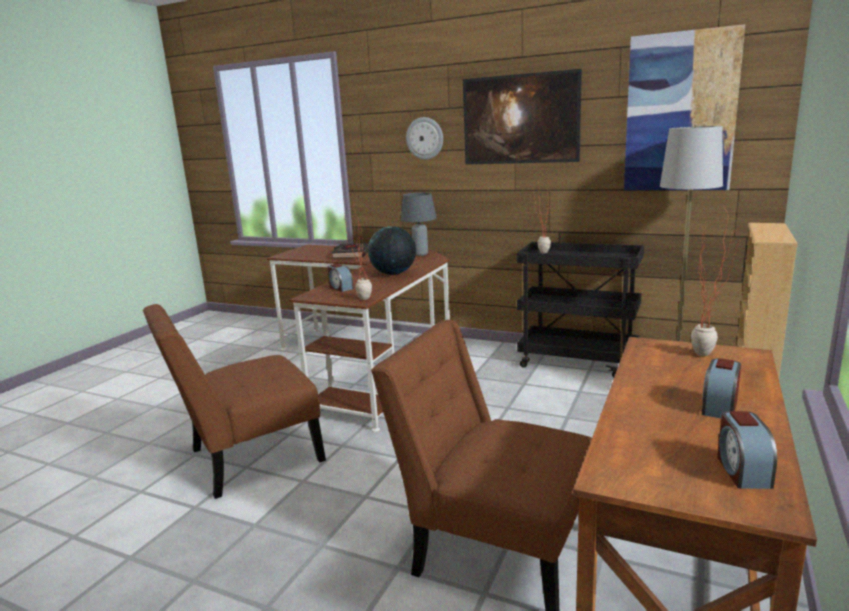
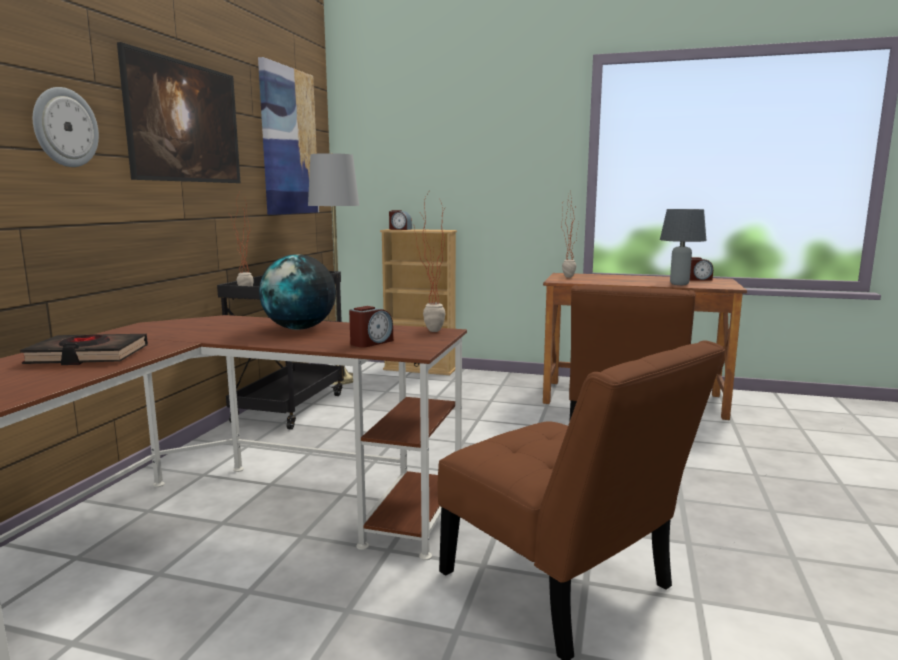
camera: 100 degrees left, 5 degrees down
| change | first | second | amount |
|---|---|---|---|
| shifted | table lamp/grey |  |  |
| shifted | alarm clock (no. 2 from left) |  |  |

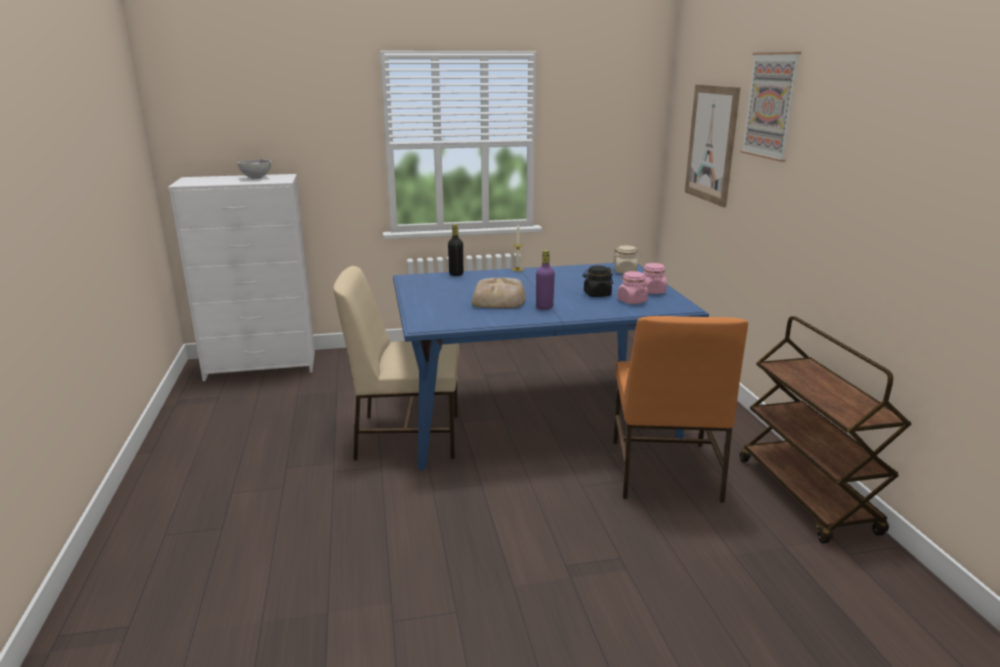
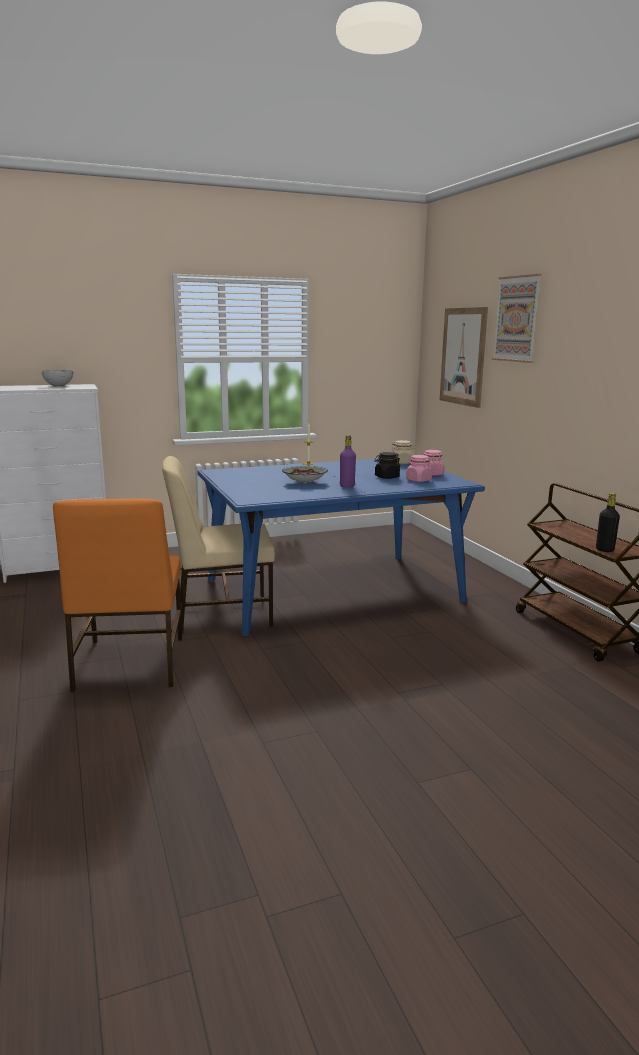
camera: 10 degrees left, 5 degrees down
| change | first | second | amount |
|---|---|---|---|
| shifted | bottle/black |  |  |
| shifted | chair/orange |  |  |
| swapped | bread | bowl (no. 2 from left) |  |

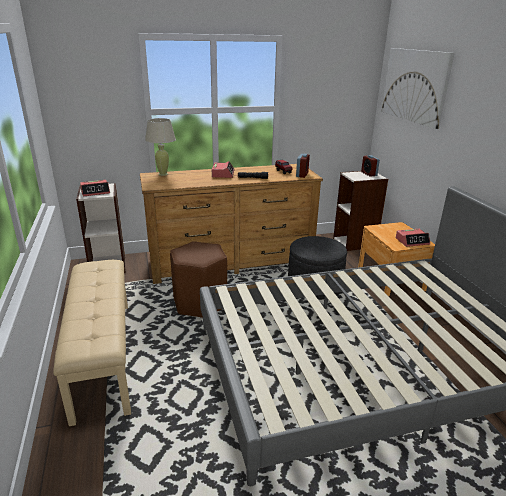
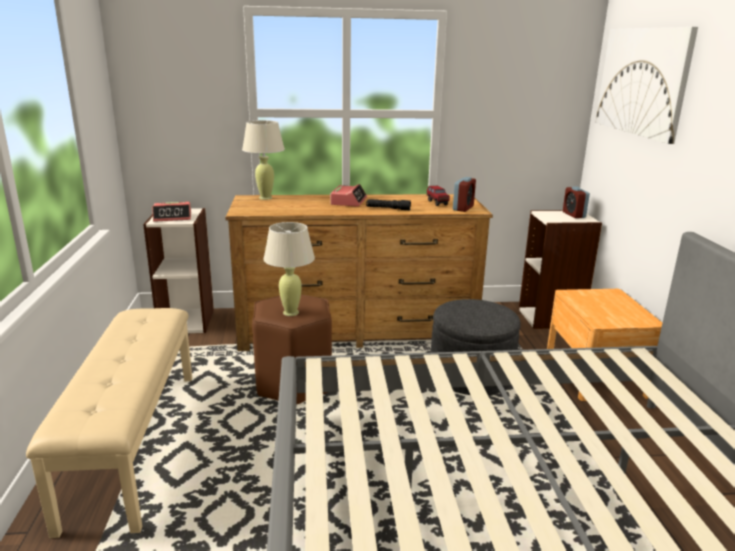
camera: 10 degrees right, 5 degrees down
| change | first | second | amount |
|---|---|---|---|
| gone | alarm clock (no. 5 from left) |  |  |
| new |  | table lamp/beige (no. 2 from left) |  |

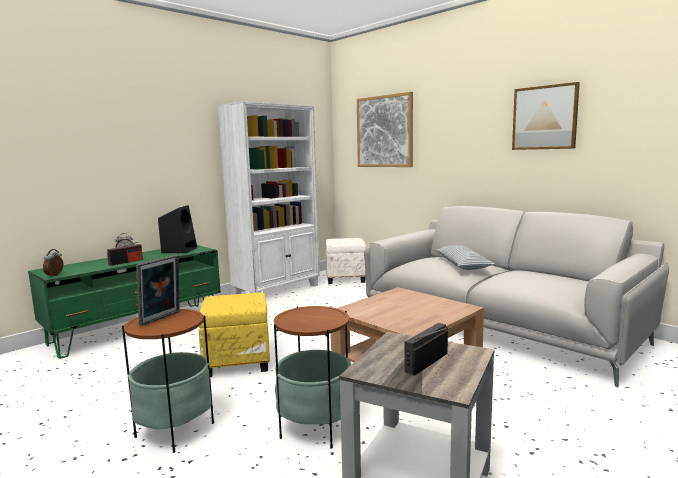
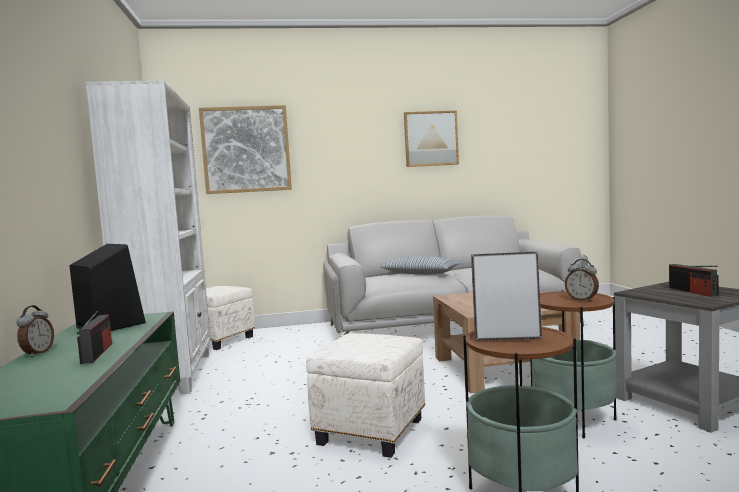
camera: 55 degrees left, 5 degrees down
| change | first | second | amount |
|---|---|---|---|
| shifted | alarm clock (no. 1 from left in the first image) | alarm clock (no. 2 from left) |  |
| repainted | ottoman/yellow | ottoman/white (no. 2 from left) |  |
| rotated | picture frame |  | 60 degrees counterclockwise |

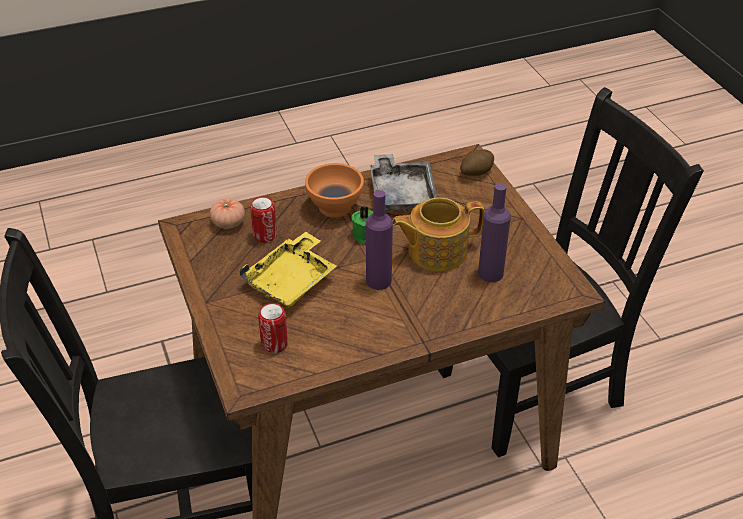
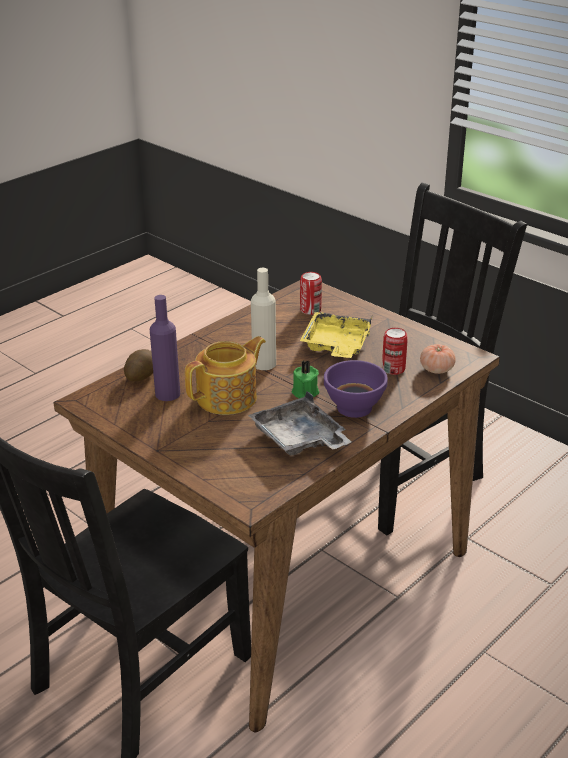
camera: 155 degrees right, 10 degrees down
| change | first | second | amount |
|---|---|---|---|
| shifted | potato |  |  |
| repainted | bowl/orange | bowl/purple |  |
| repainted | bottle/purple (no. 1 from left) | bottle/beige |  |

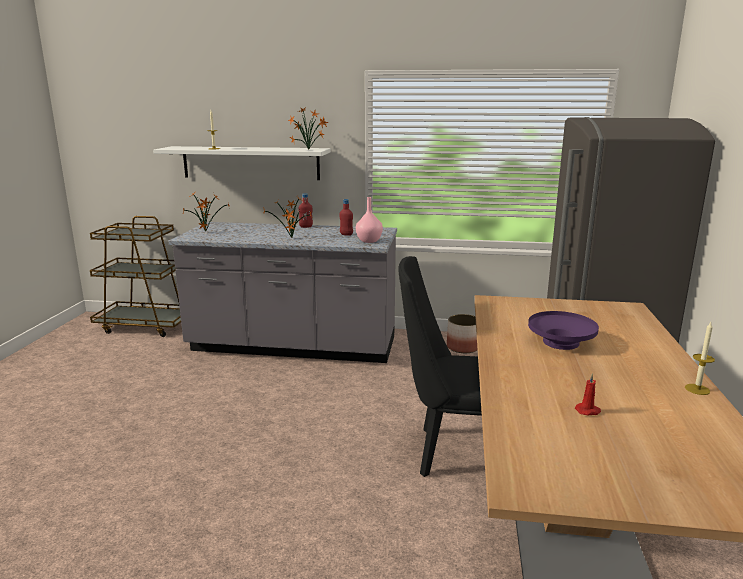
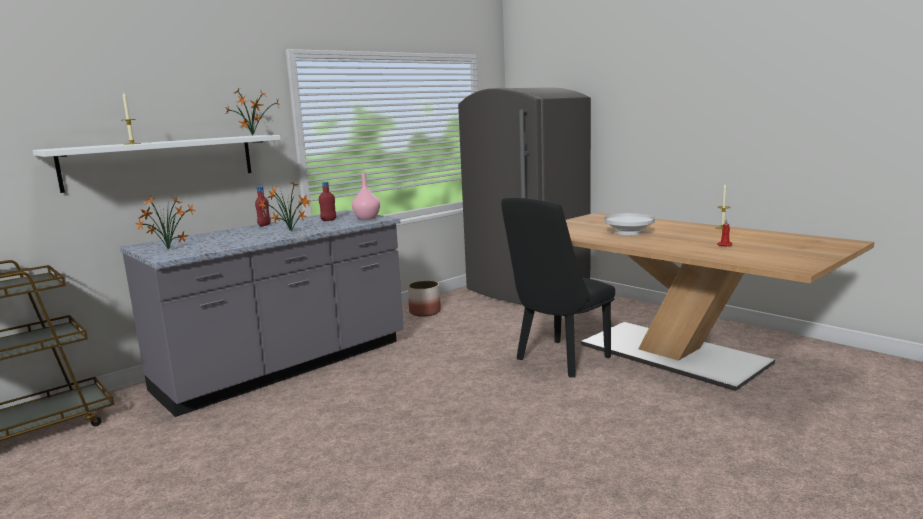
camera: 50 degrees left, 5 degrees down
| change | first | second | amount |
|---|---|---|---|
| repainted | bowl/purple | bowl/white |  |

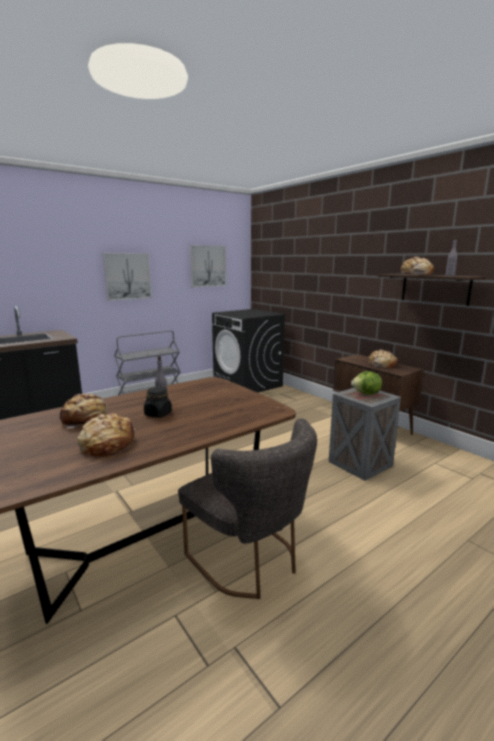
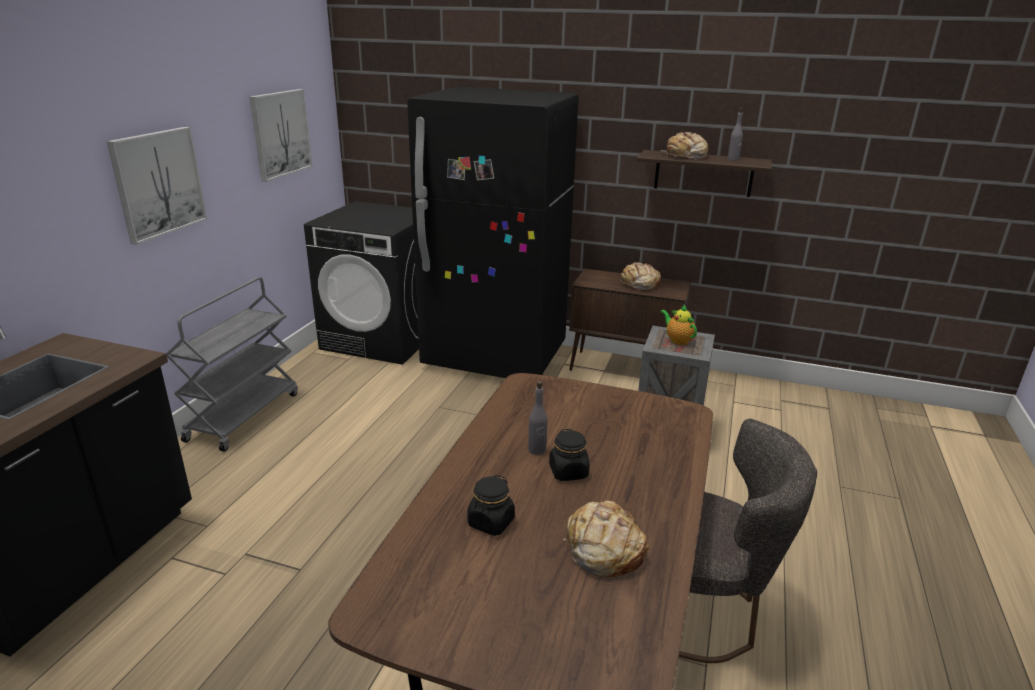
camera: 35 degrees left, 10 degrees up
| change | first | second | amount |
|---|---|---|---|
| new |  | fridge/black |  |
| swapped | bread (no. 1 from left) | jar/black (no. 1 from left) |  |
| swapped | lettuce | teapot |  |

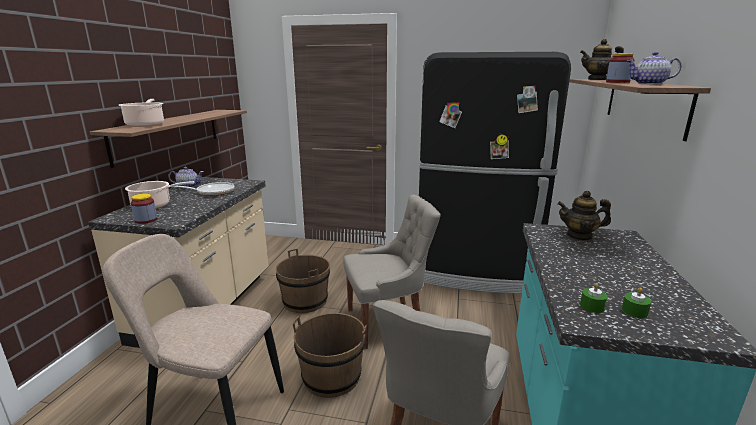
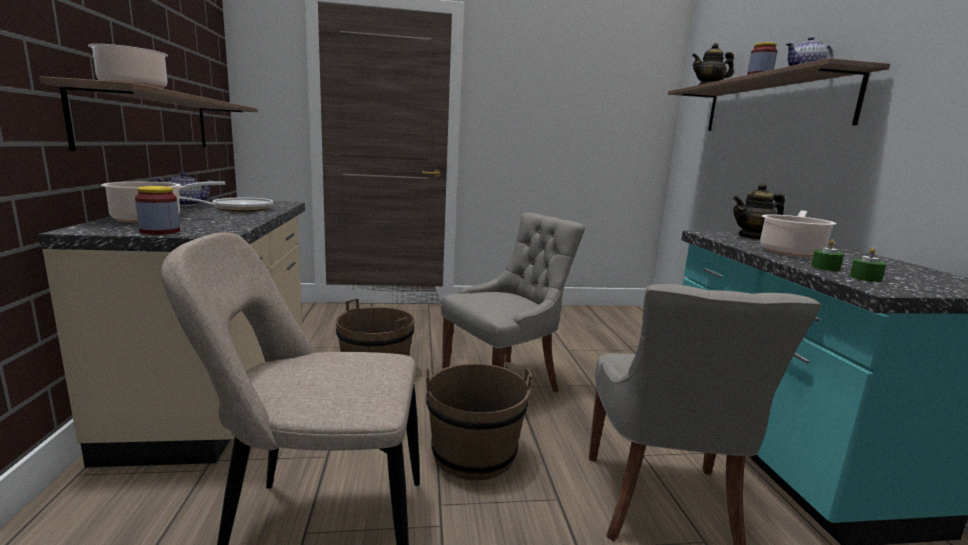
camera: 20 degrees left, 5 degrees down
| change | first | second | amount |
|---|---|---|---|
| gone | fridge/black |  |  |
| new |  | cooking pot (no. 3 from left) |  |
| shifted | candle/green (no. 2 from left in the first image) | candle/green (no. 1 from left) |  |

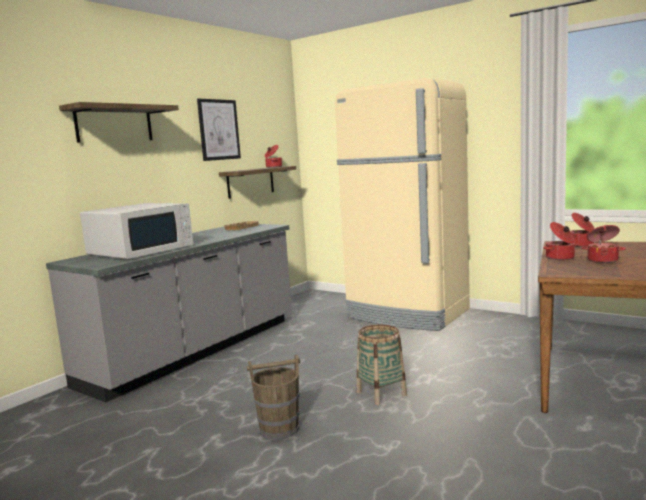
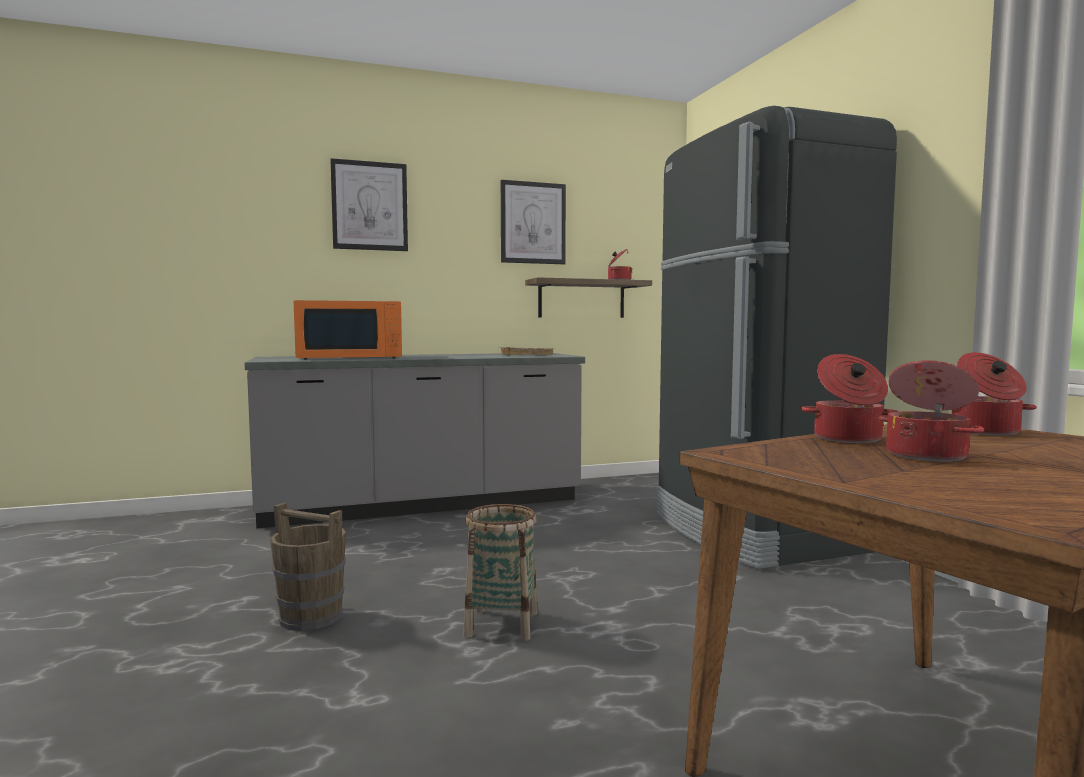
camera: 35 degrees right, 5 degrees down
| change | first | second | amount |
|---|---|---|---|
| swapped | shelf (no. 1 from left) | picture (no. 1 from left) |  |
| repainted | microwave/white | microwave/orange |  |
| repainted | fridge/beige | fridge/black |  |

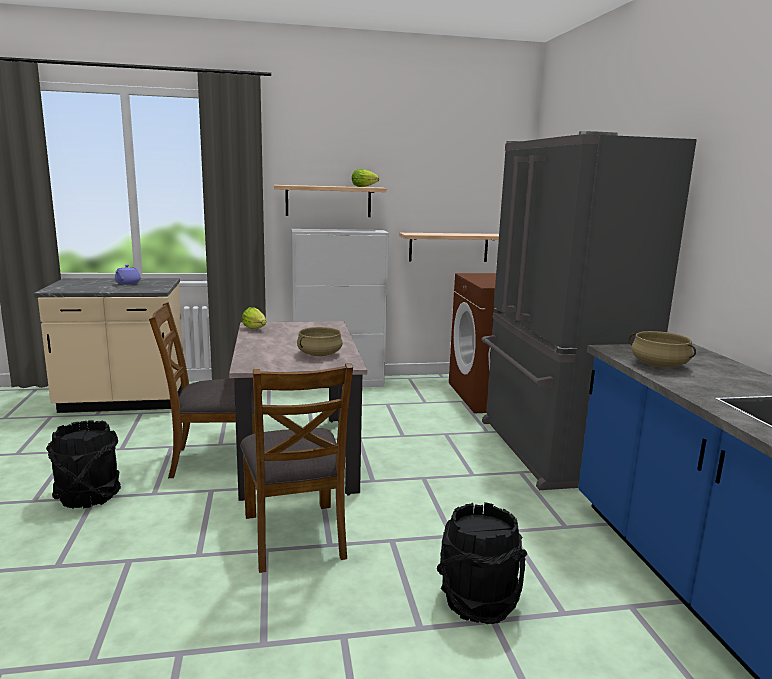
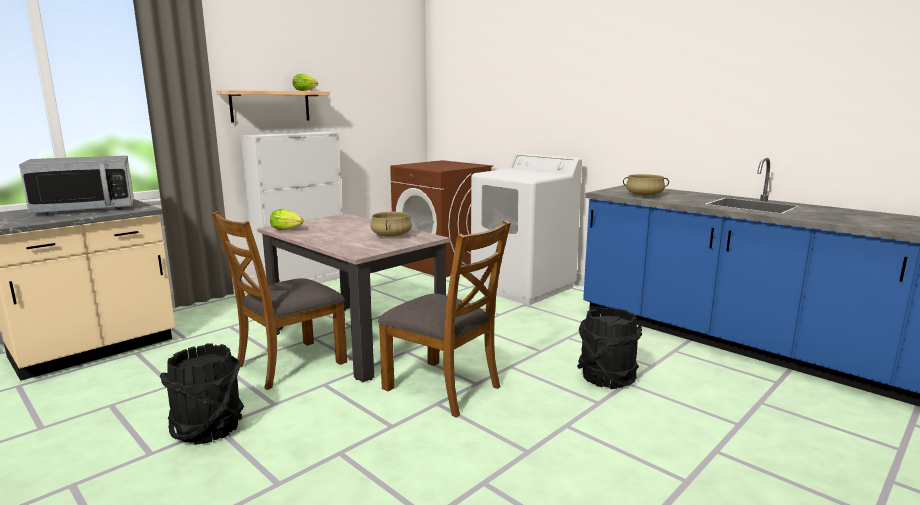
camera: 35 degrees left, 0 degrees up
| change | first | second | amount |
|---|---|---|---|
| gone | shelf (no. 2 from left) |  |  |
| swapped | teapot/purple | microwave |  |
| swapped | fridge/grey | washing machine/white |  |

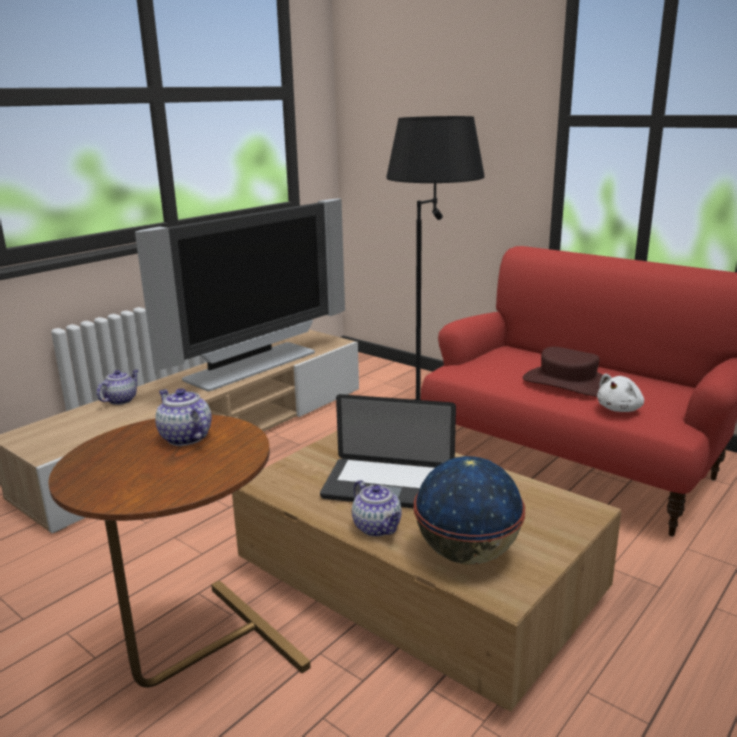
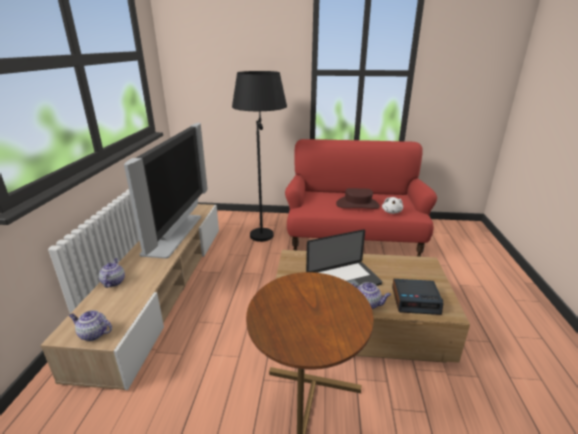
camera: 35 degrees left, 5 degrees up
| change | first | second | amount |
|---|---|---|---|
| shifted | teapot (no. 2 from left in the first image) | teapot (no. 1 from left) |  |
| swapped | globe | alarm clock |  |

